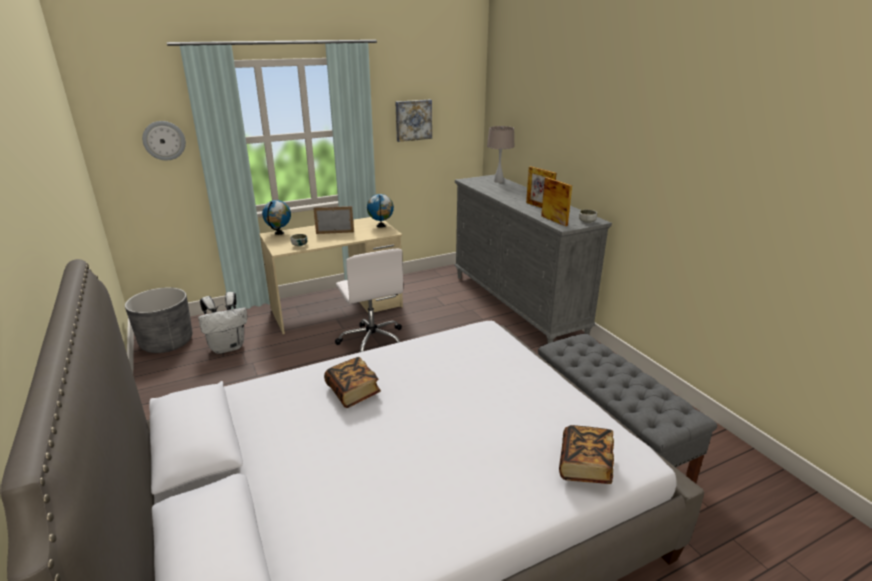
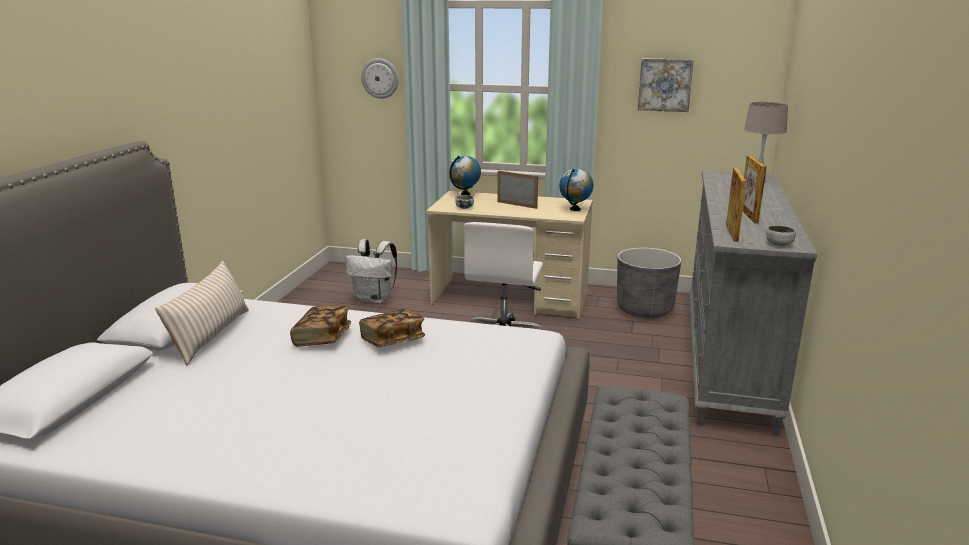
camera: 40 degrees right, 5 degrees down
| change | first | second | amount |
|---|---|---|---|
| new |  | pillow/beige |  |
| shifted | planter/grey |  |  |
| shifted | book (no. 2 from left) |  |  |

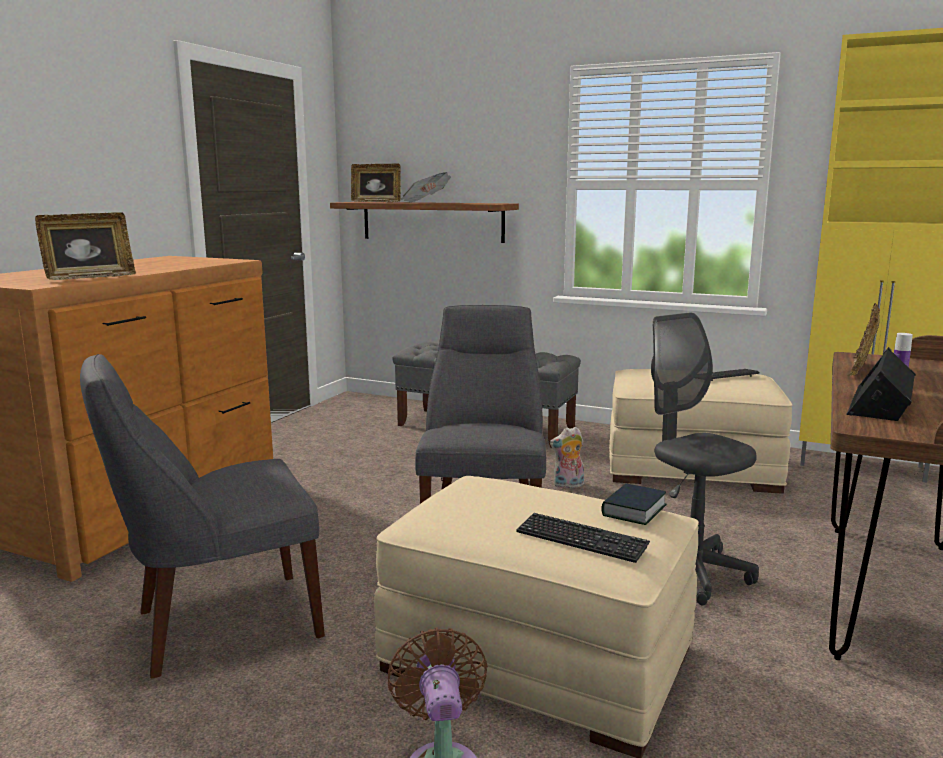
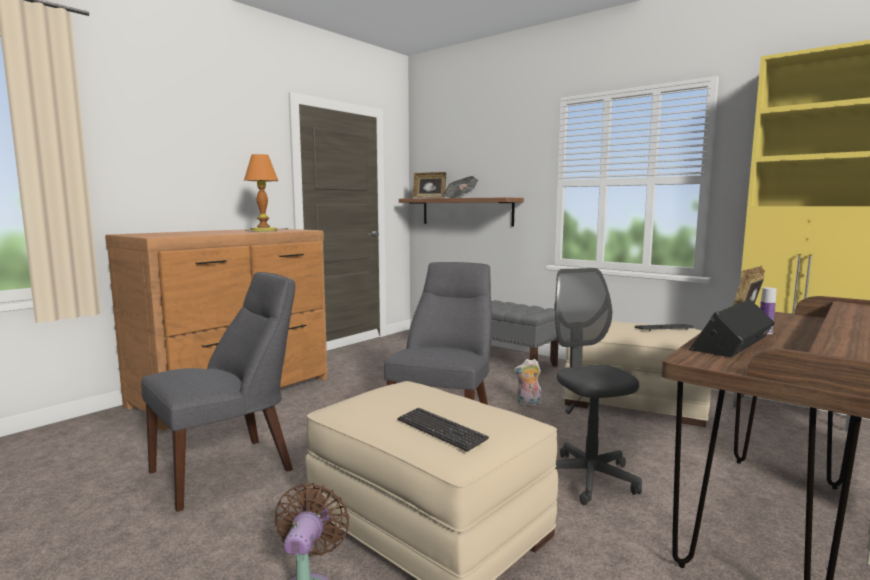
camera: 15 degrees right, 5 degrees down
| change | first | second | amount |
|---|---|---|---|
| gone | picture frame (no. 1 from left) |  |  |
| gone | book |  |  |
| new |  | table lamp |  |
| rotated | chair/grey (no. 1 from left) |  | 150 degrees clockwise |

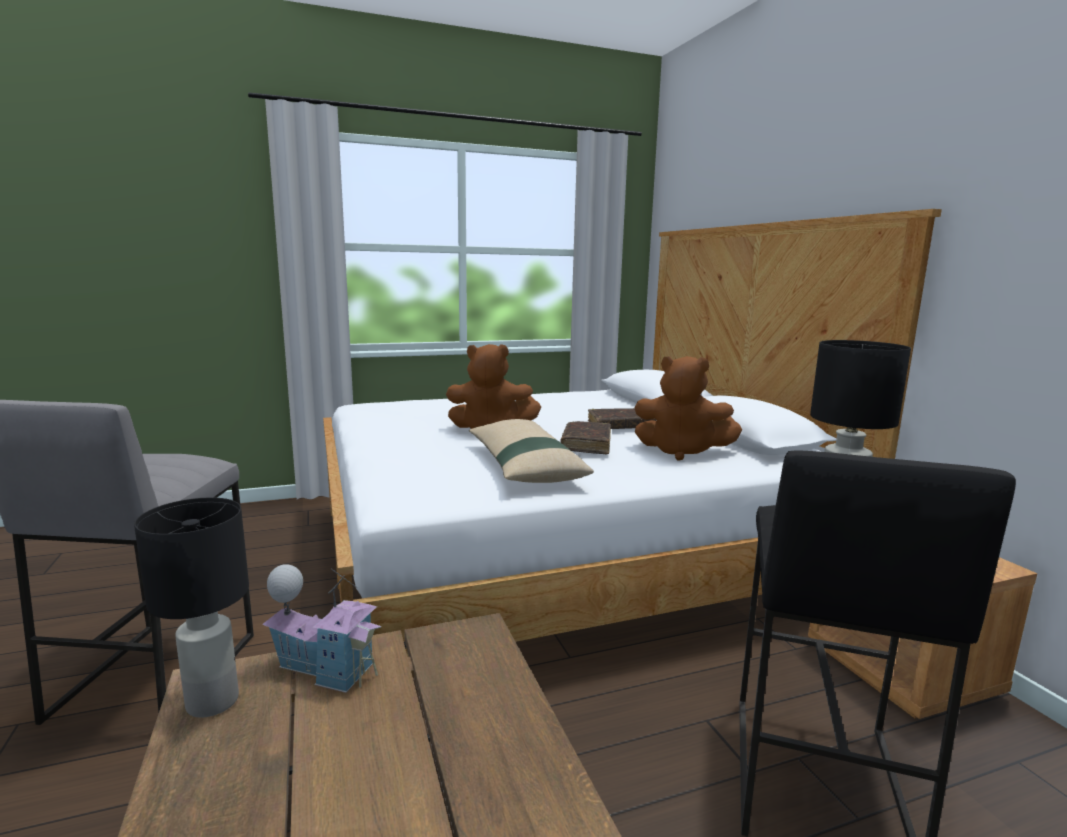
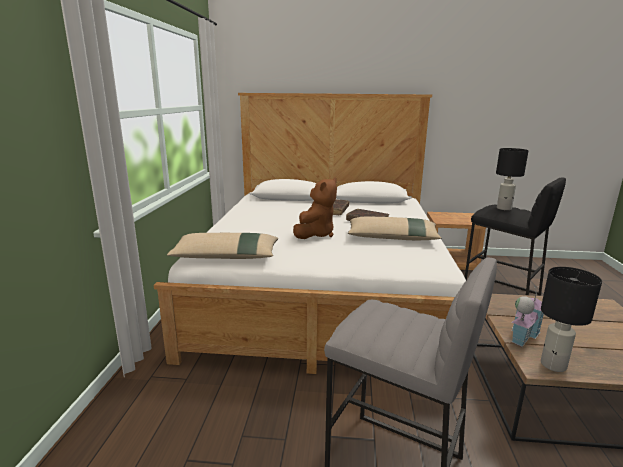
camera: 65 degrees left, 5 degrees up
| change | first | second | amount |
|---|---|---|---|
| gone | plush toy/brown (no. 2 from left) |  |  |
| new |  | pillow/beige (no. 1 from left) |  |

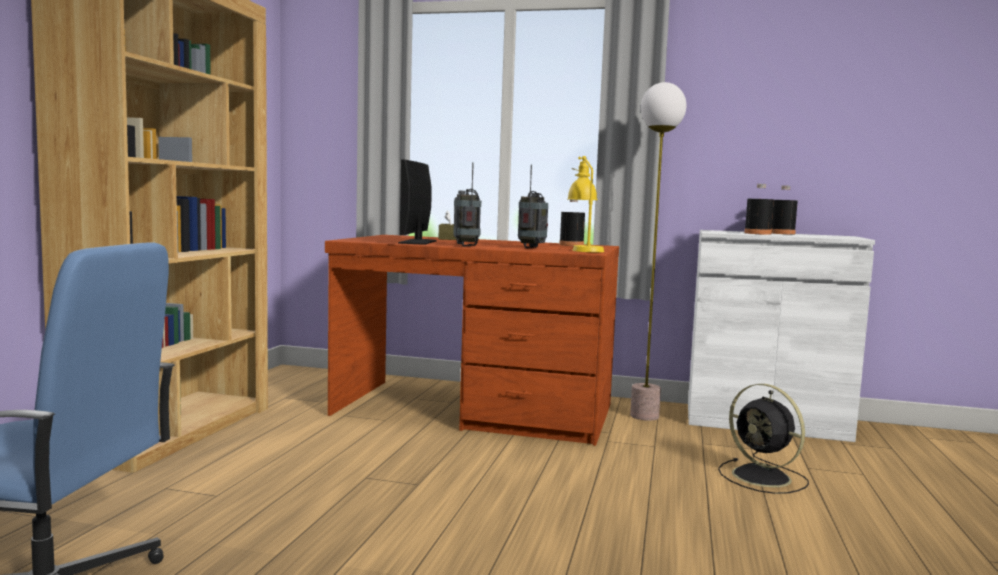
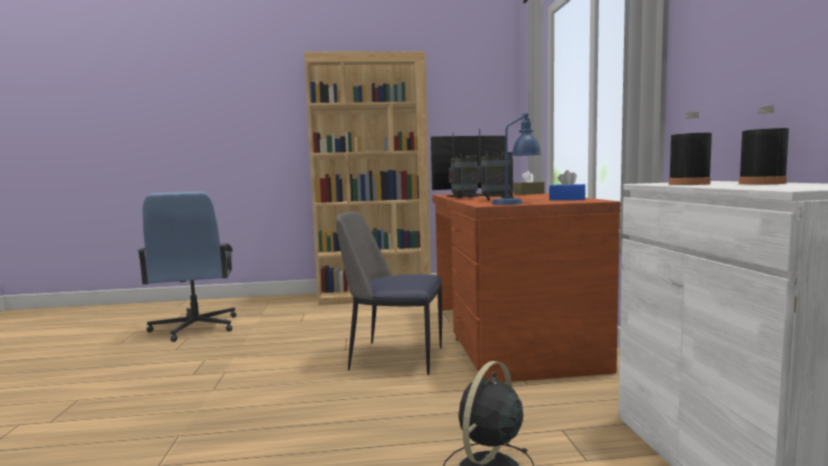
camera: 70 degrees right, 0 degrees up
| change | first | second | amount |
|---|---|---|---|
| gone | floor lamp |  |  |
| new |  | chair |  |
| swapped | bottle/black (no. 1 from left) | tissue box/blue |  |
| repainted | table lamp/yellow | table lamp/blue |  |

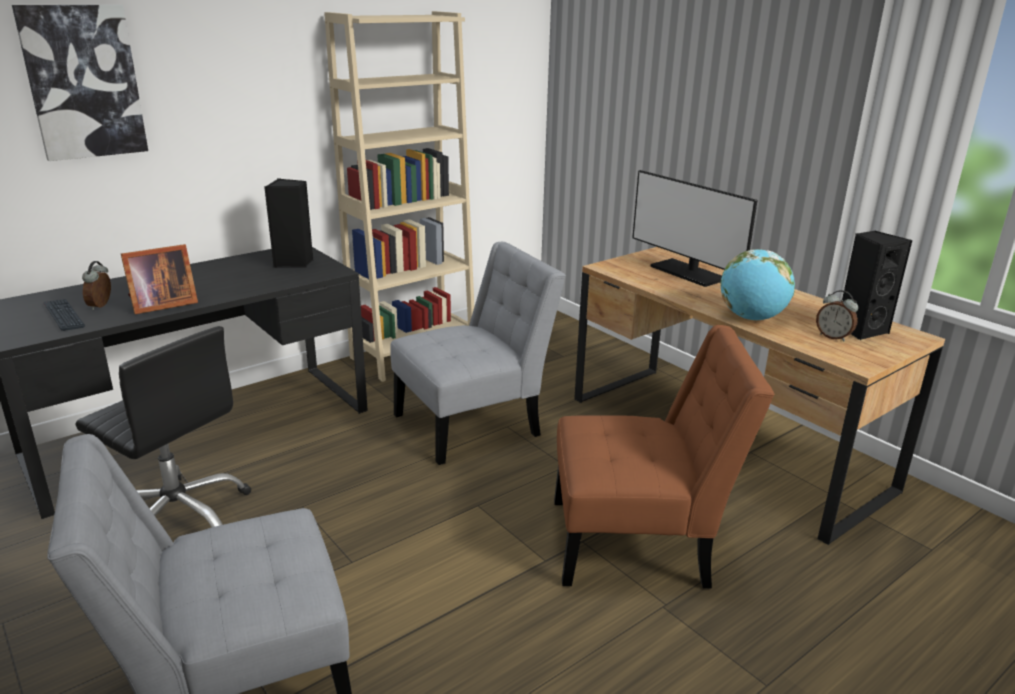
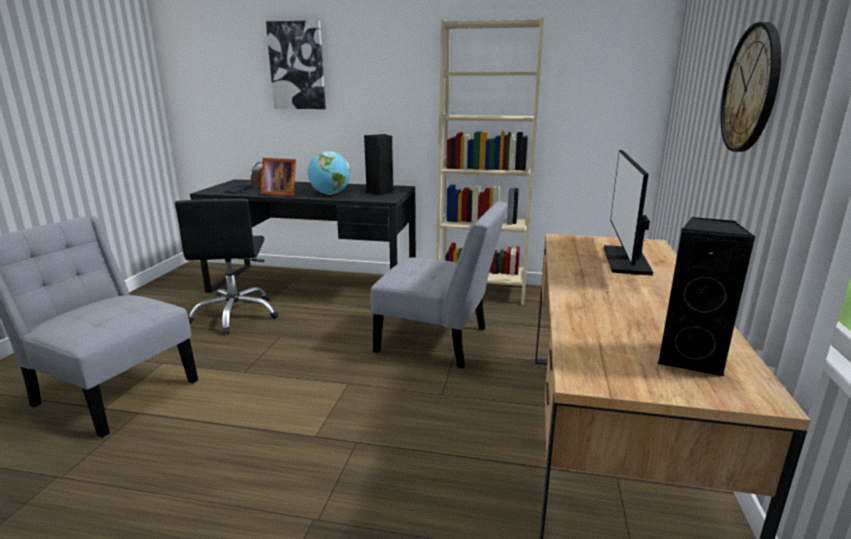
camera: 50 degrees right, 5 degrees down
| change | first | second | amount |
|---|---|---|---|
| gone | chair/brown |  |  |
| gone | alarm clock (no. 2 from left) |  |  |
| new |  | wall clock |  |
| shifted | globe |  |  |

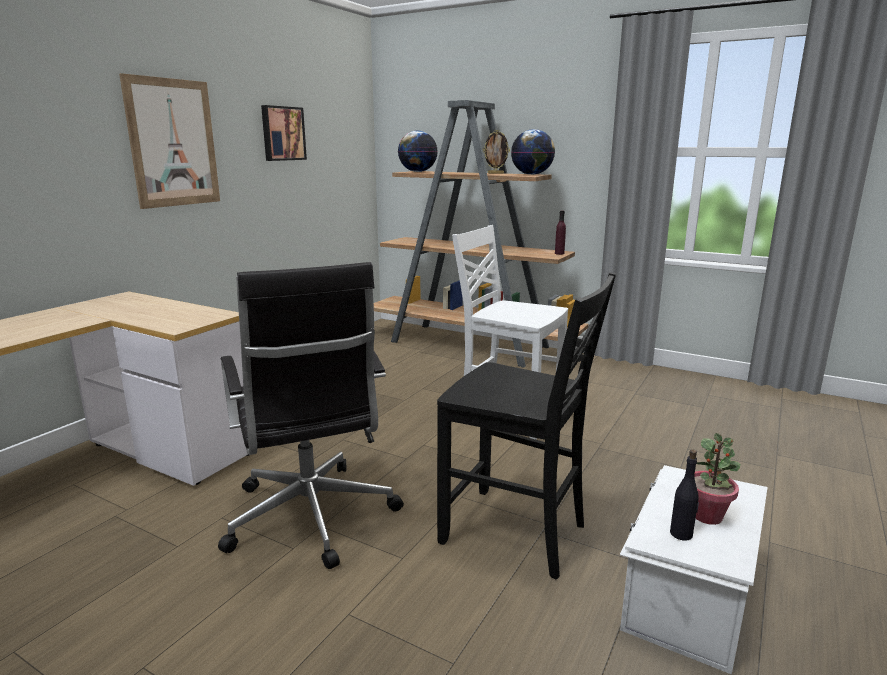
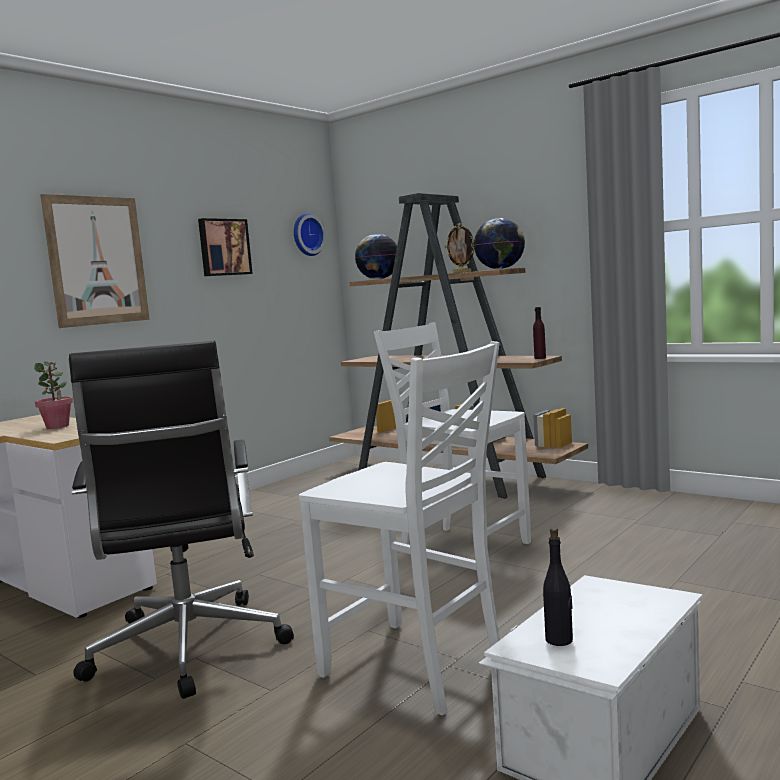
camera: 10 degrees right, 10 degrees down
| change | first | second | amount |
|---|---|---|---|
| new |  | wall clock |  |
| shifted | potted plant |  |  |
| repainted | chair/black | chair/white (no. 1 from left) |  |

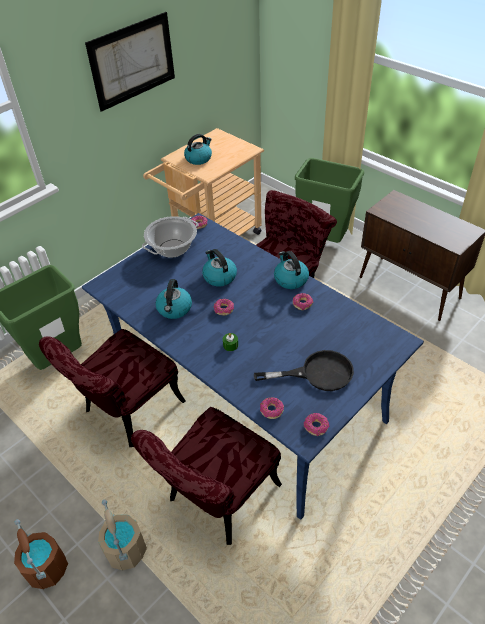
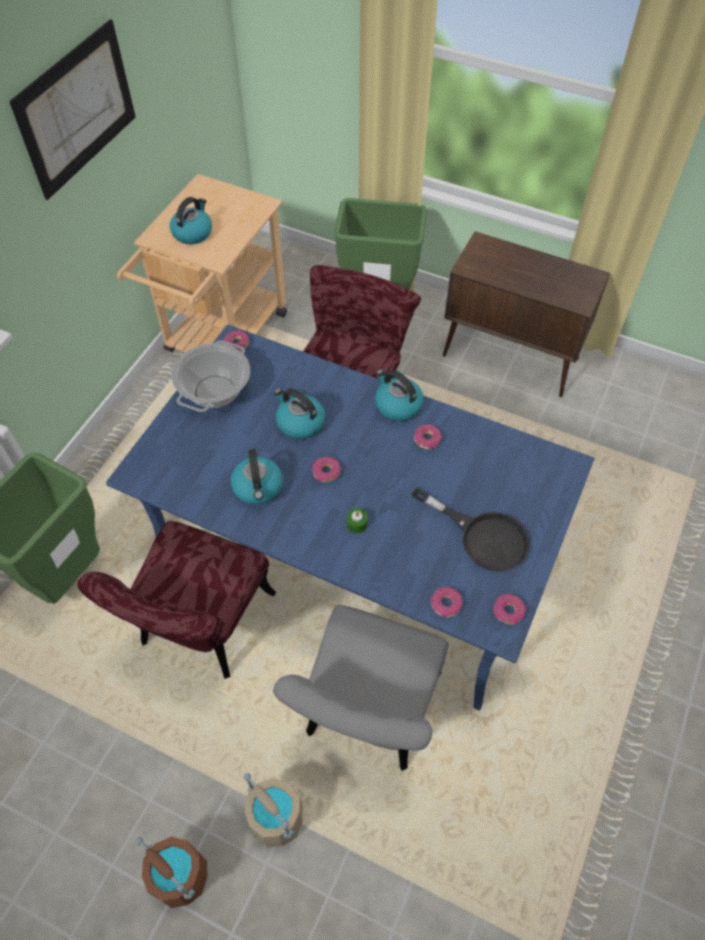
camera: 20 degrees left, 10 degrees up
| change | first | second | amount |
|---|---|---|---|
| repainted | chair/red (no. 2 from left) | chair/grey |  |
| rotated | frying pan/black |  | 60 degrees clockwise |

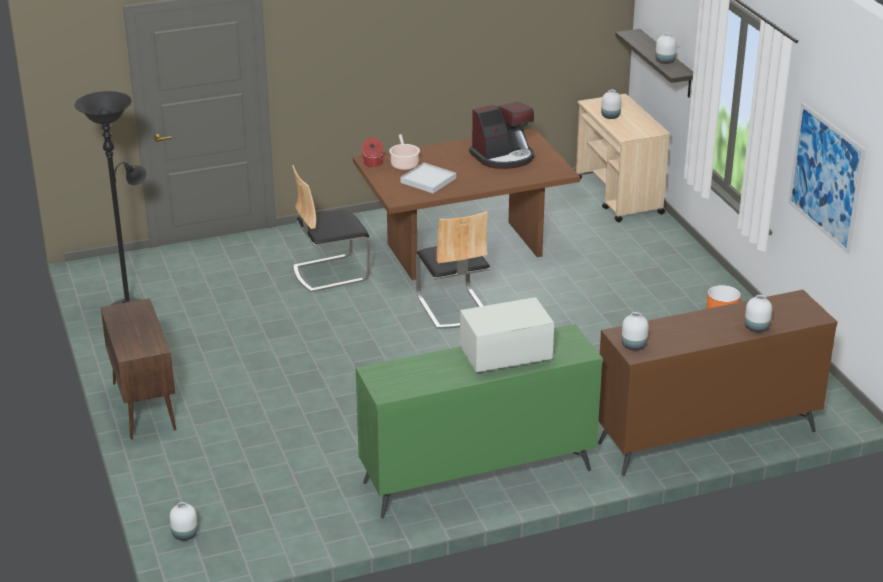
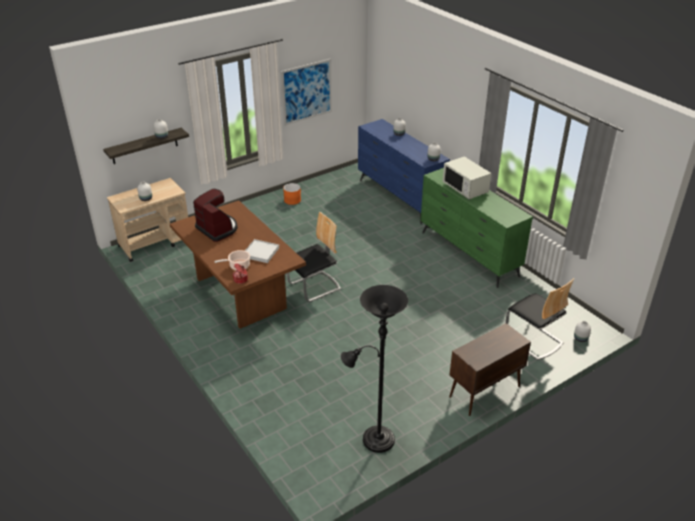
camera: 105 degrees left, 5 degrees up
| change | first | second | amount |
|---|---|---|---|
| shifted | chair (no. 1 from left in the first image) | chair (no. 2 from left) |  |
| repainted | dresser/brown | dresser/blue |  |

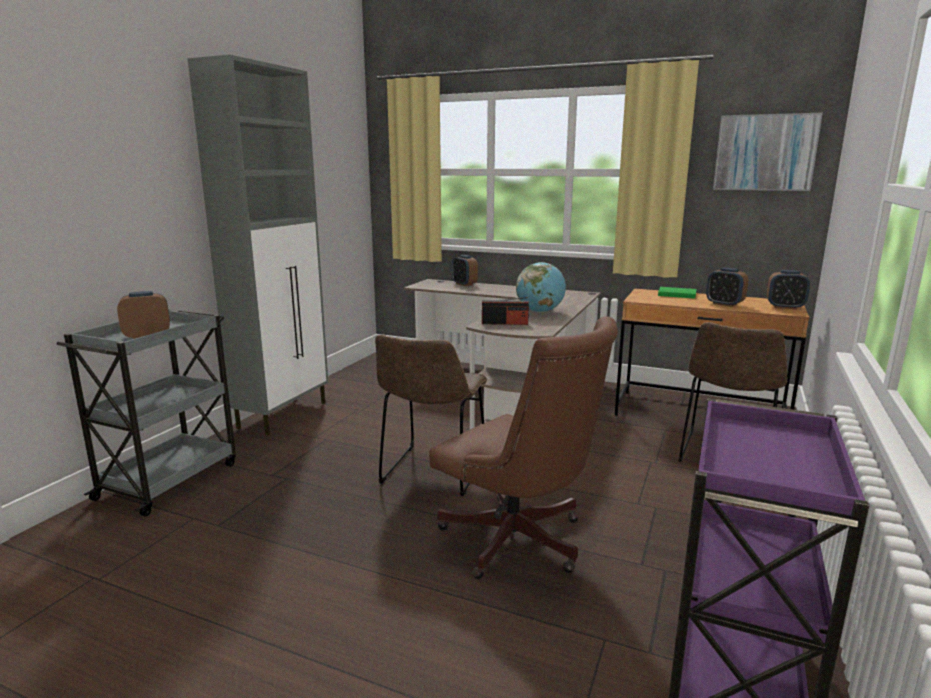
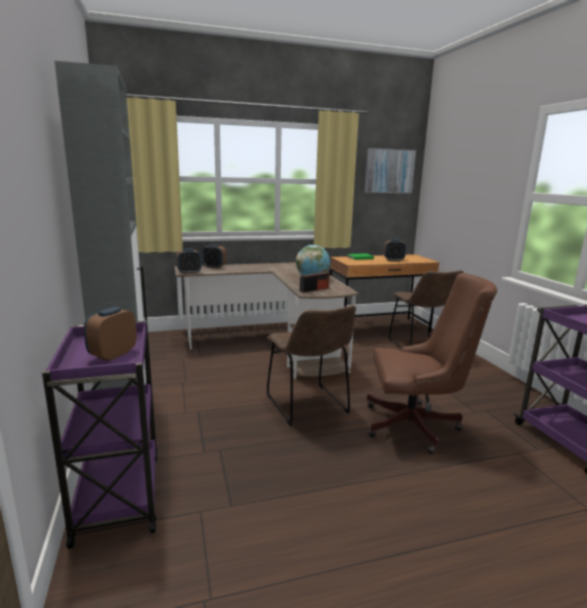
camera: 40 degrees left, 0 degrees up
| change | first | second | amount |
|---|---|---|---|
| shifted | alarm clock (no. 4 from left in the first image) | alarm clock (no. 2 from left) |  |
| repainted | cart/grey | cart/purple (no. 1 from left) |  |

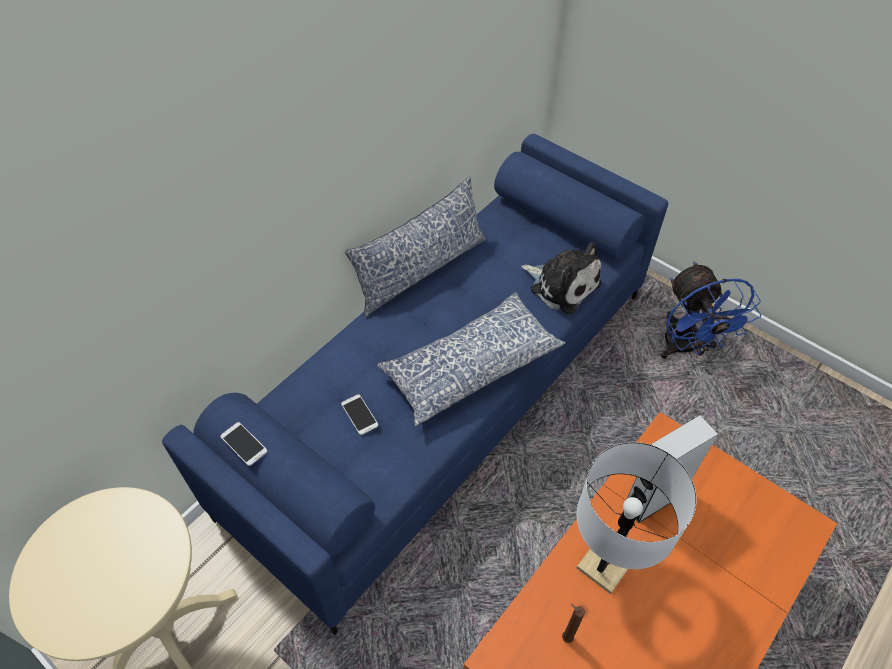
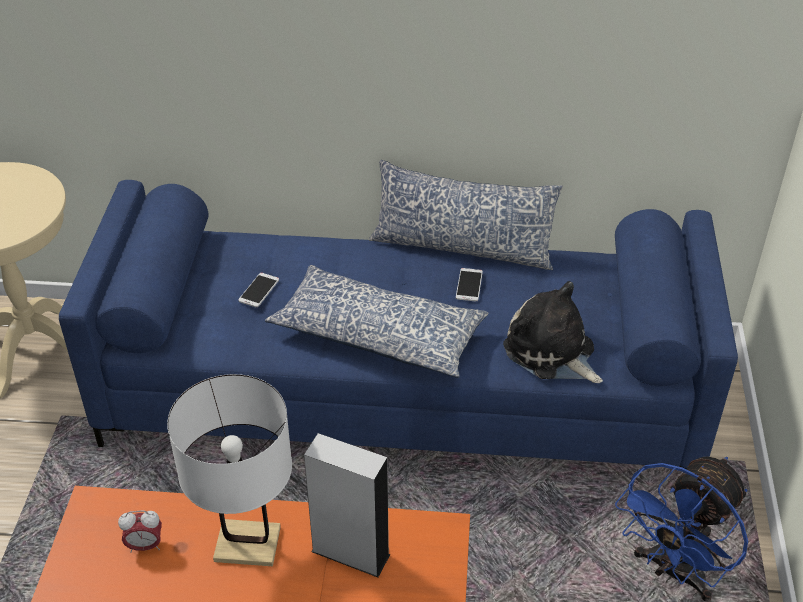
camera: 55 degrees right, 10 degrees down
| change | first | second | amount |
|---|---|---|---|
| shifted | phone (no. 1 from left in the first image) | phone (no. 2 from left) |  |
| swapped | candle/brown | alarm clock |  |
| rotated | plush toy |  | 135 degrees clockwise |

